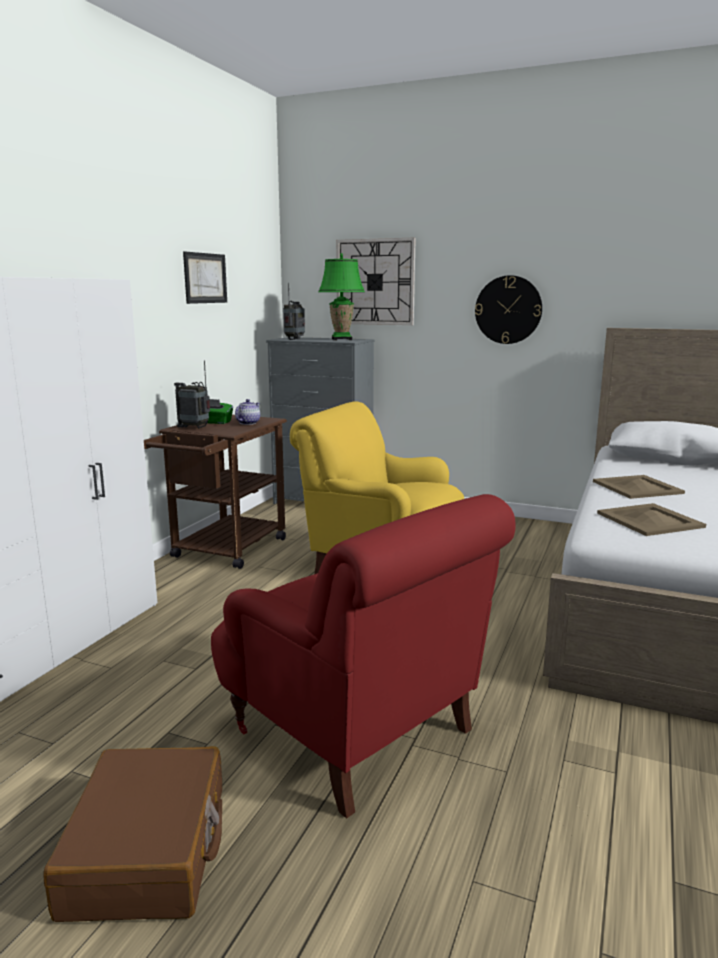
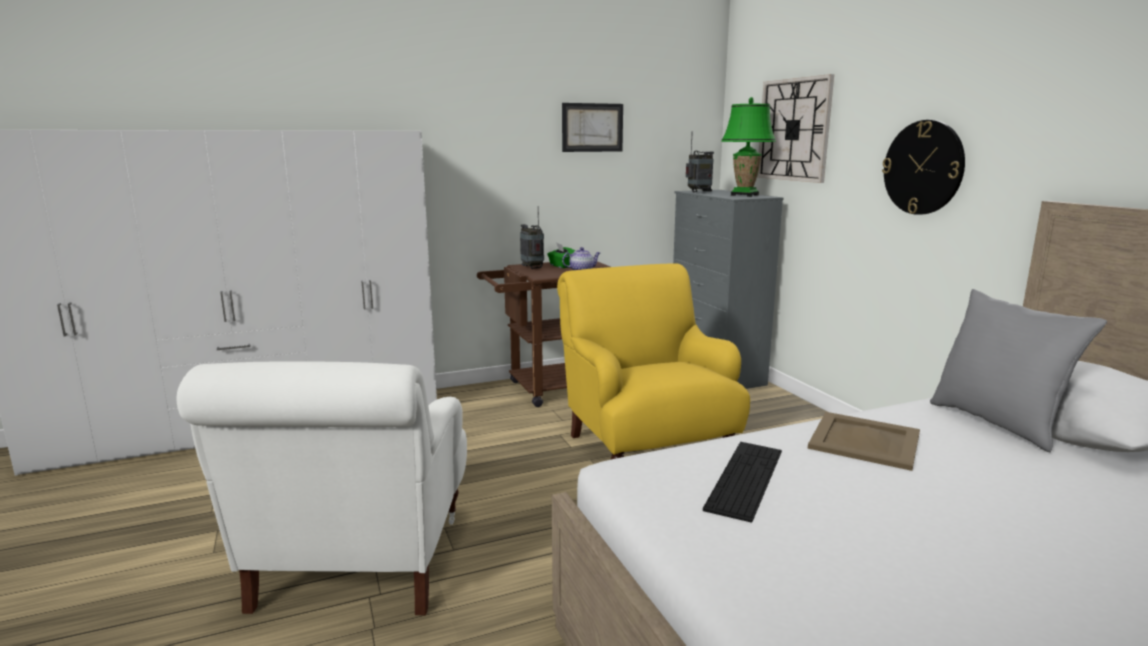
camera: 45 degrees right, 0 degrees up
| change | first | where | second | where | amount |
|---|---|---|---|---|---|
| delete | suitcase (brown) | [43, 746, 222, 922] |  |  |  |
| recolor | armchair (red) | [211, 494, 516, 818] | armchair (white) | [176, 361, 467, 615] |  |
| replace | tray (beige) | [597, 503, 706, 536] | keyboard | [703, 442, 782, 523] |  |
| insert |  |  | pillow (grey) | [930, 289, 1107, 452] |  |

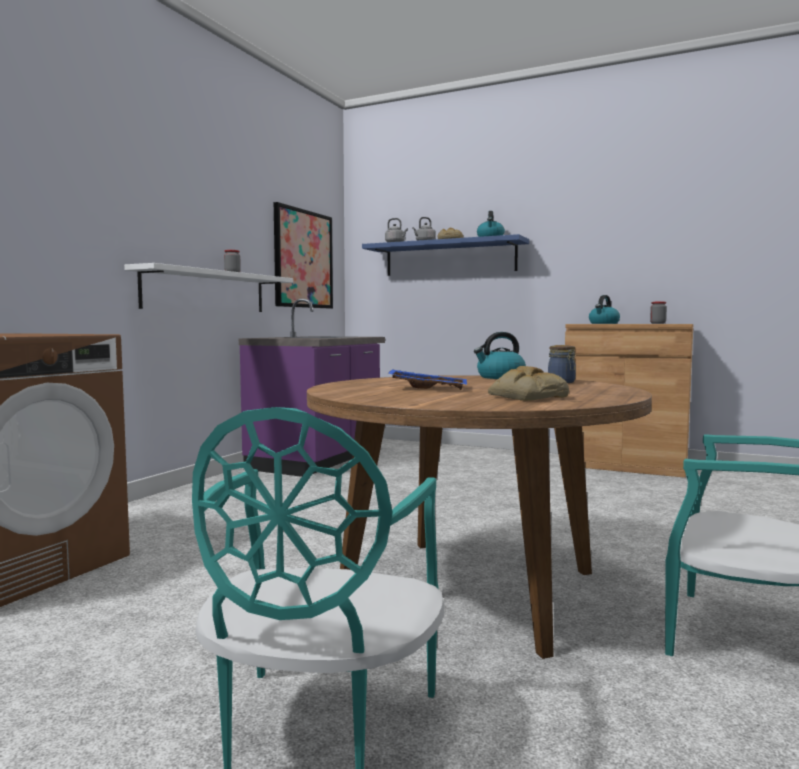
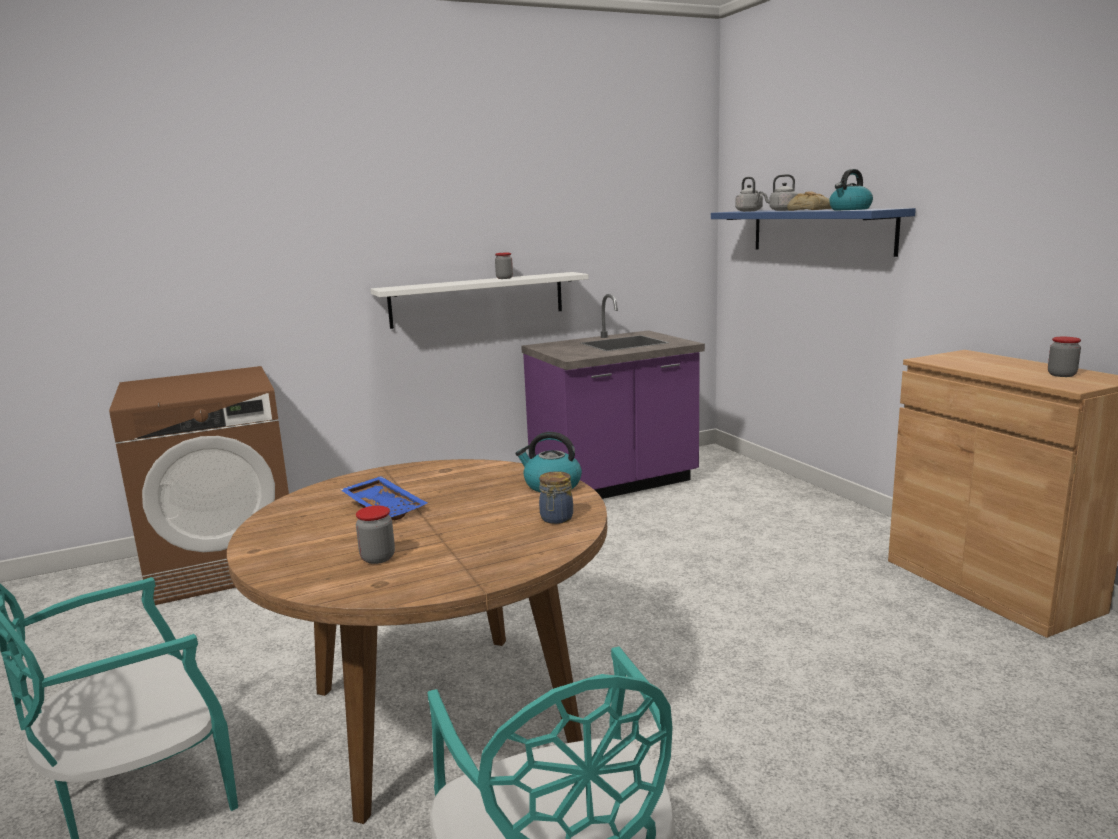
camera: 40 degrees right, 10 degrees up
| change | first | where | second | where | amount |
|---|---|---|---|---|---|
| delete | picture | [274, 202, 333, 309] |  |  |  |
| replace | bread | [488, 366, 569, 401] | jar | [356, 505, 395, 564] |  |
| delete | kettle | [589, 295, 620, 324] |  |  |  |

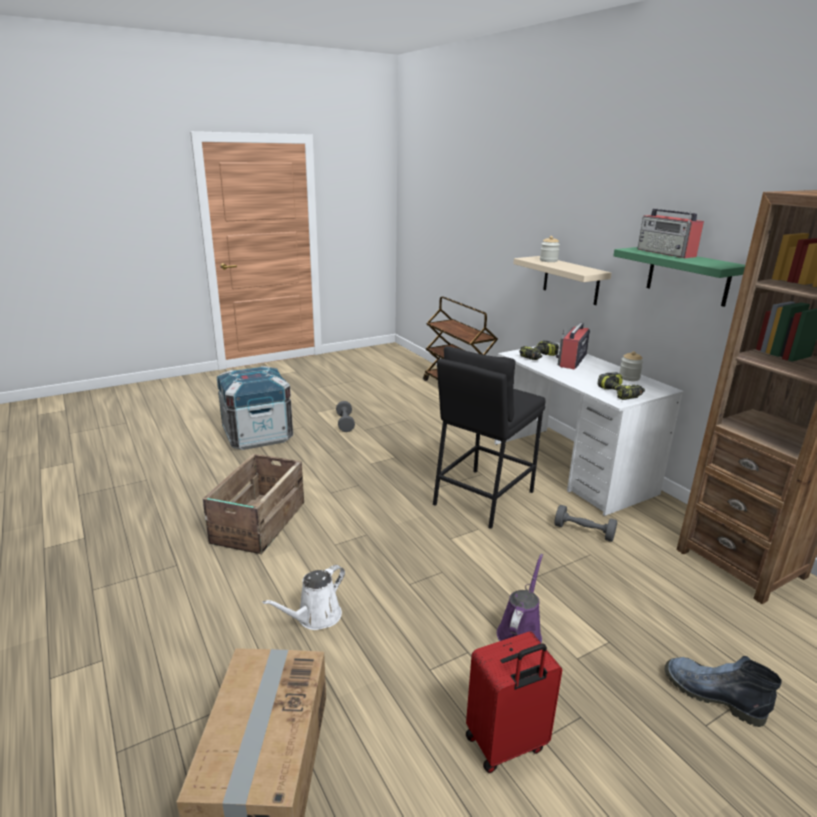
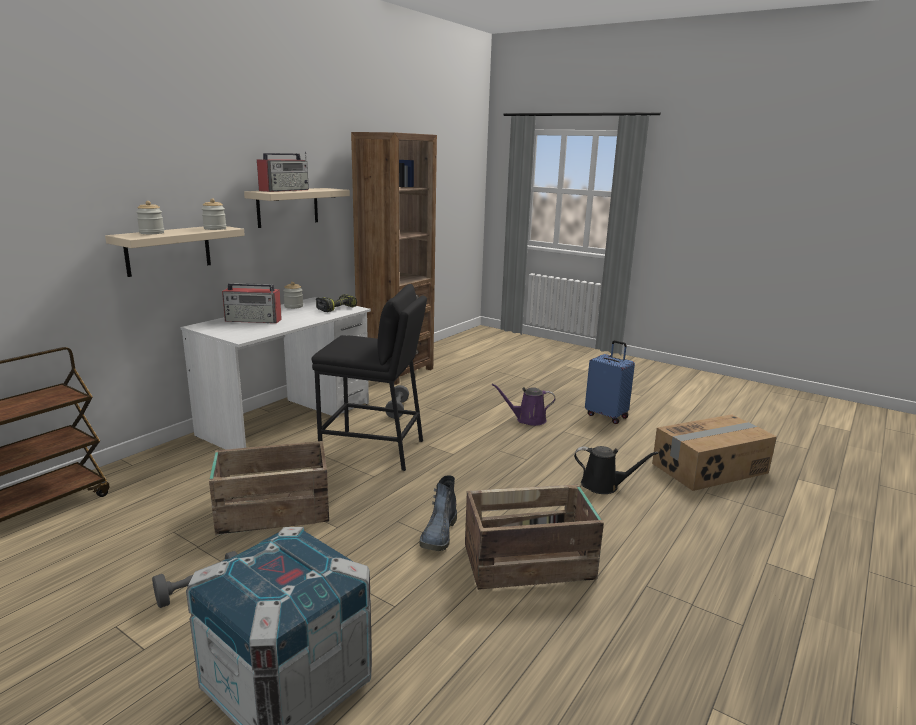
camera: 115 degrees left, 5 degrees down
| change | first | where | second | where | amount |
|---|---|---|---|---|---|
| recolor | watering can (white) | [262, 565, 345, 630] | watering can (black) | [574, 446, 659, 494] |  |
| recolor | suitcase (red) | [466, 631, 562, 773] | suitcase (blue) | [585, 340, 635, 424] |  |
| delete | power drill | [519, 340, 559, 360] |  |  |  |
| recolor | shelf (green) | [613, 247, 745, 307] | shelf (beige) | [244, 188, 350, 228] |  |
| move | boot | [665, 656, 782, 727] |  | [419, 475, 457, 551] |  |
| insert |  |  | jar | [202, 198, 226, 230] |  |
| insert |  |  | crate | [209, 441, 329, 535] |  |

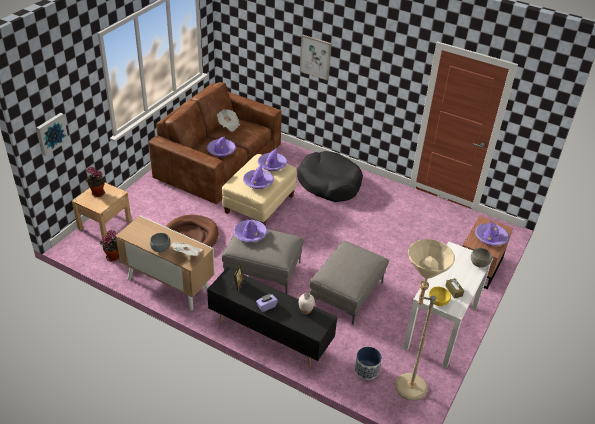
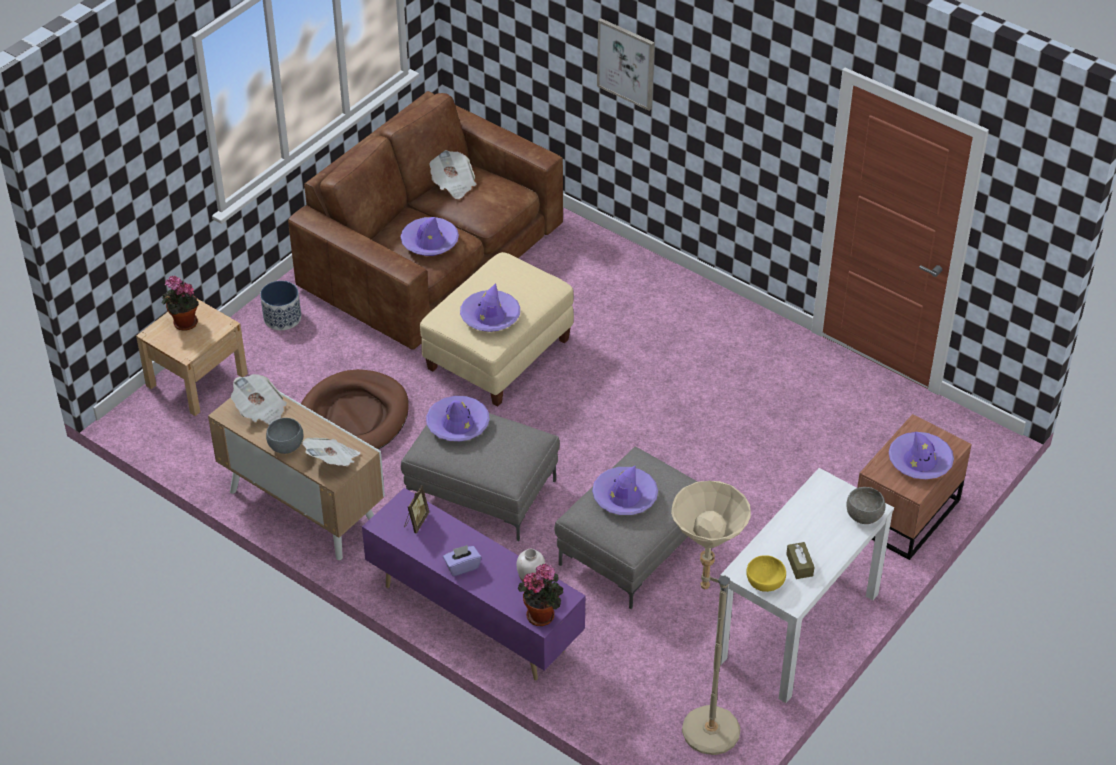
camera: 10 degrees right, 5 degrees up
| change | first | where | second | where | amount |
|---|---|---|---|---|---|
| delete | picture | [36, 113, 69, 156] |  |  |  |
| move | potted plant | [100, 230, 119, 261] |  | [518, 563, 563, 626] |  |
| recolor | tv stand (black) | [207, 267, 337, 367] | tv stand (purple) | [362, 488, 585, 681] |  |
| move | hat (purple) | [258, 148, 287, 171] |  | [592, 466, 658, 515] |  |
| delete | dog bed (black) | [297, 151, 363, 202] |  |  |  |
| move | planter | [355, 347, 382, 380] |  | [260, 281, 301, 330] |  |
| insert |  |  | newspaper | [231, 374, 287, 425] |  |

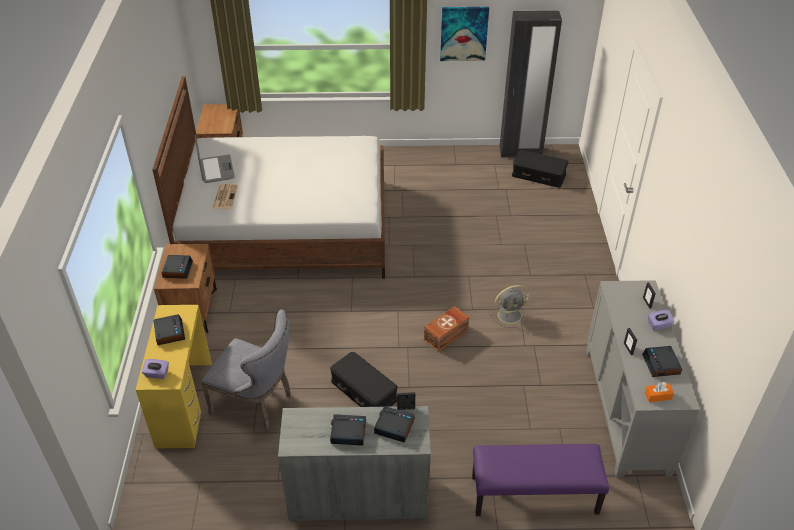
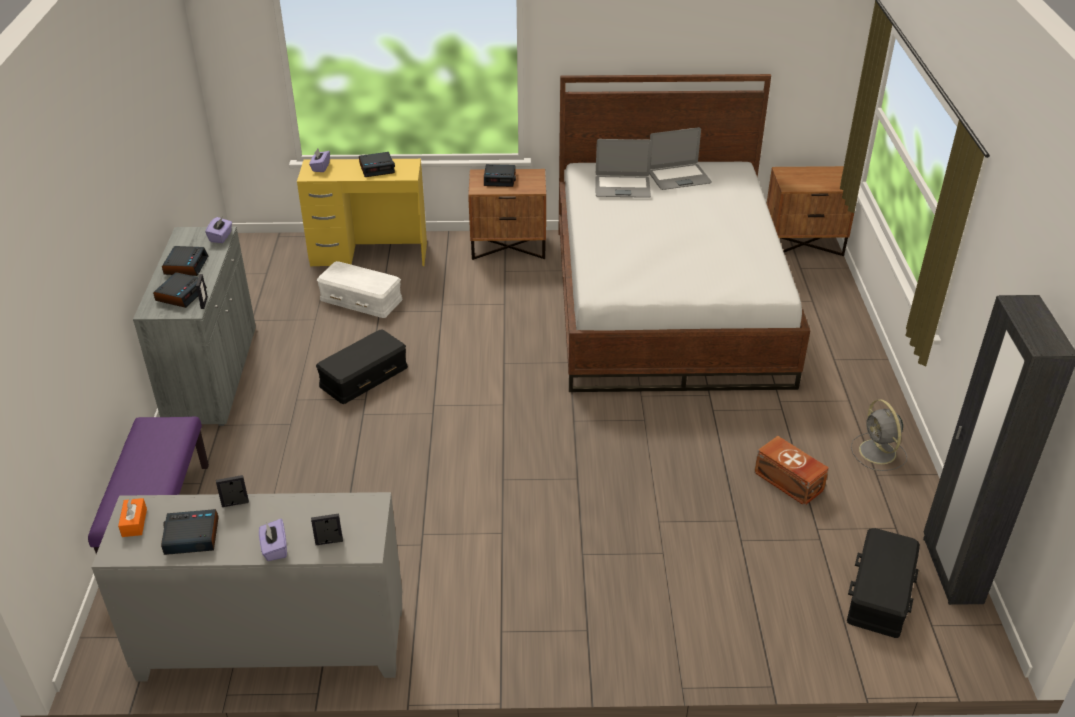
camera: 90 degrees right, 5 degrees down
| change | first | where | second | where | amount |
|---|---|---|---|---|---|
| replace | chair (grey) | [201, 310, 291, 430] | storage box (white) | [317, 261, 402, 318] |  |
| replace | newspaper | [212, 184, 238, 209] | laptop | [595, 139, 652, 198] |  |
| move | storage box (brown) | [424, 306, 469, 352] |  | [754, 436, 829, 506] |  |
| delete | picture | [440, 7, 489, 61] |  |  |  |
| move | fan (grey) | [490, 285, 529, 328] |  | [851, 399, 907, 471] |  |
| insert |  |  | tissue box (purple) | [205, 217, 232, 243] |  |

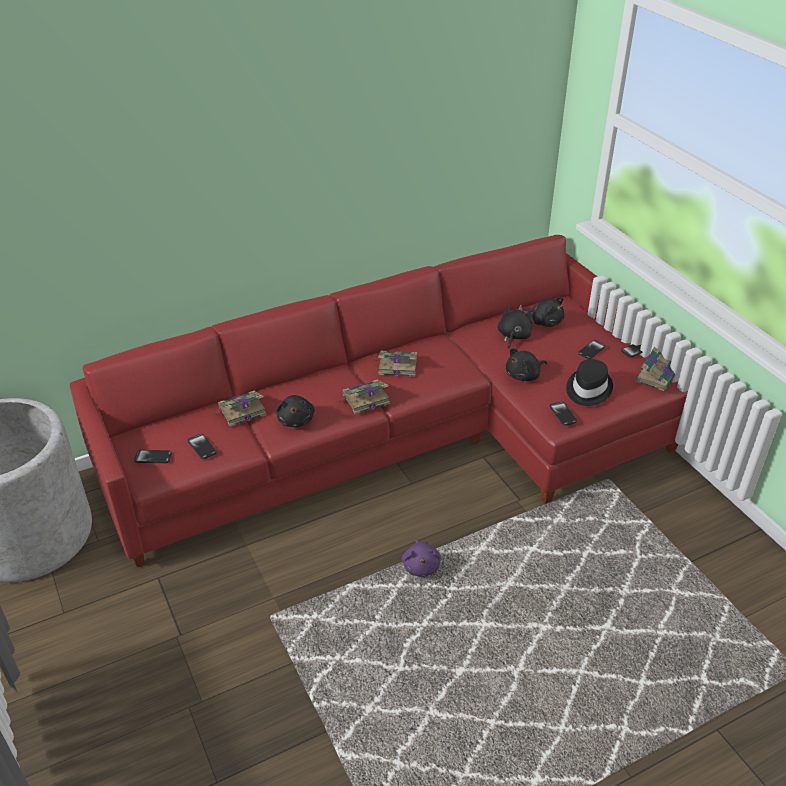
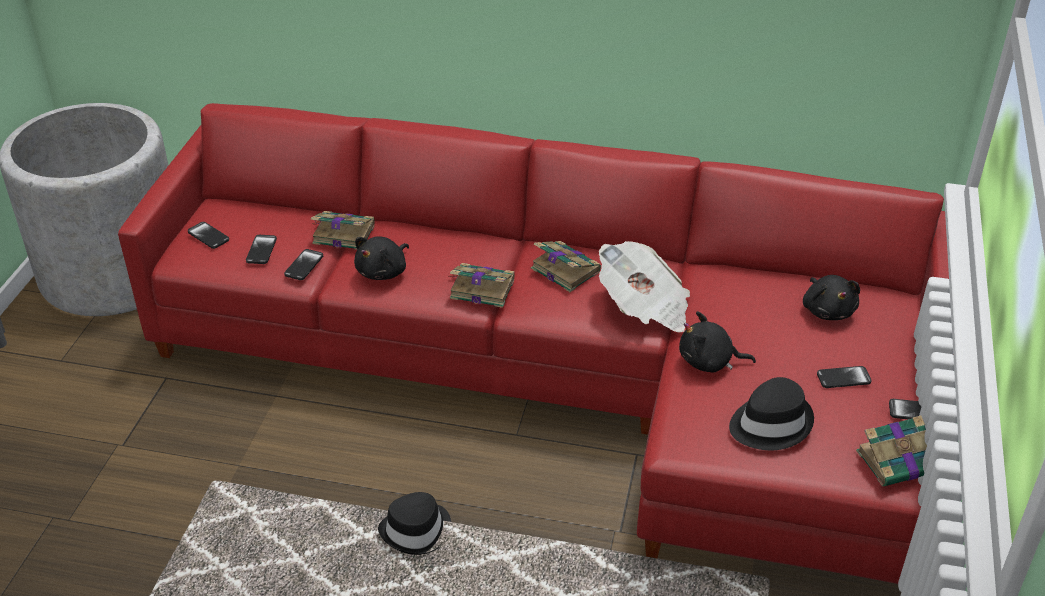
camera: 40 degrees right, 0 degrees up
| change | first | where | second | where | amount |
|---|---|---|---|---|---|
| replace | plush toy (purple) | [402, 539, 441, 577] | hat (black) | [378, 492, 451, 555] |  |
| delete | plush toy (black) | [498, 305, 533, 349] |  |  |  |
| move | phone | [550, 402, 577, 426] |  | [284, 249, 323, 280] |  |
| insert |  |  | newspaper | [599, 241, 690, 333] |  |

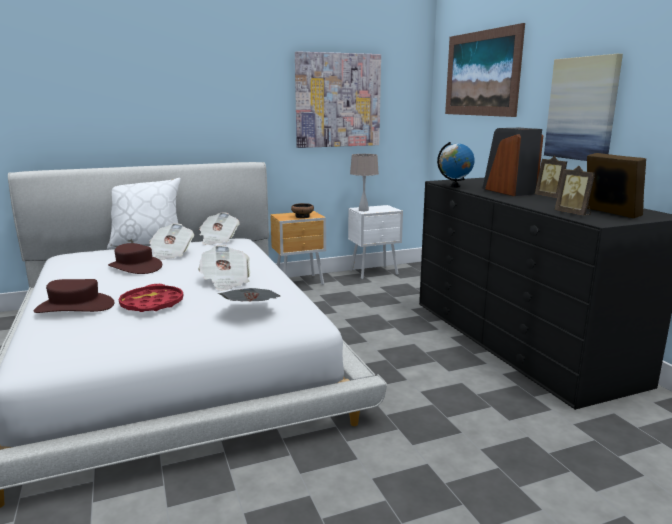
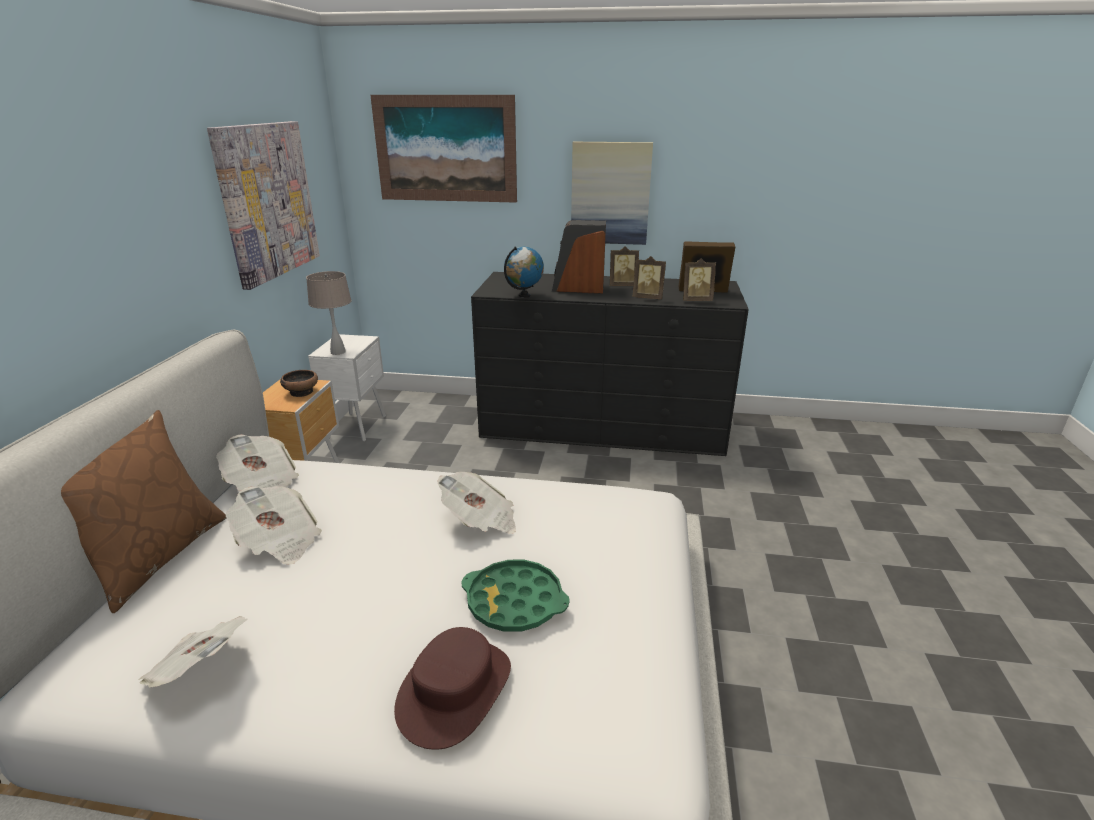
camera: 60 degrees left, 10 degrees up
| change | first | where | second | where | amount |
|---|---|---|---|---|---|
| recolor | pillow (white) | [107, 178, 181, 249] | pillow (brown) | [61, 410, 227, 613] |  |
| delete | hat (brown) | [108, 243, 162, 274] |  |  |  |
| recolor | tray (red) | [119, 284, 184, 312] | tray (green) | [462, 560, 570, 632] |  |
| move | newspaper | [217, 288, 280, 302] |  | [138, 616, 247, 688] |  |
| insert |  |  | picture frame | [633, 256, 666, 299] |  |

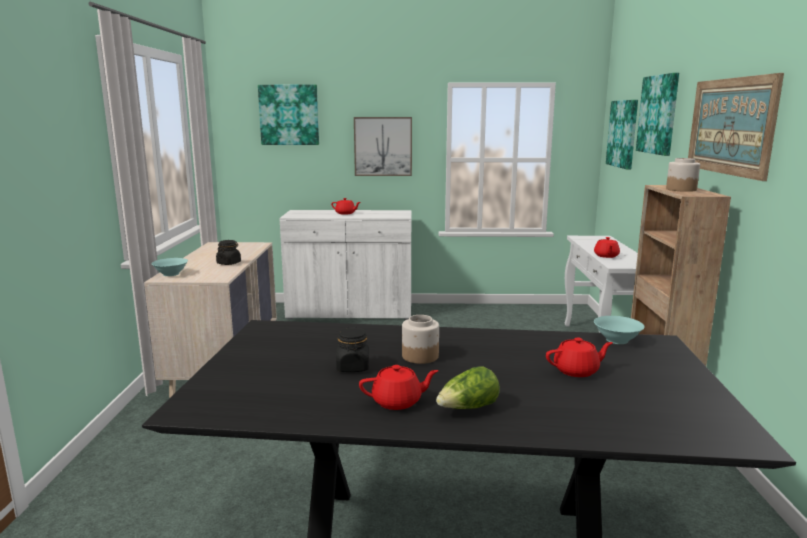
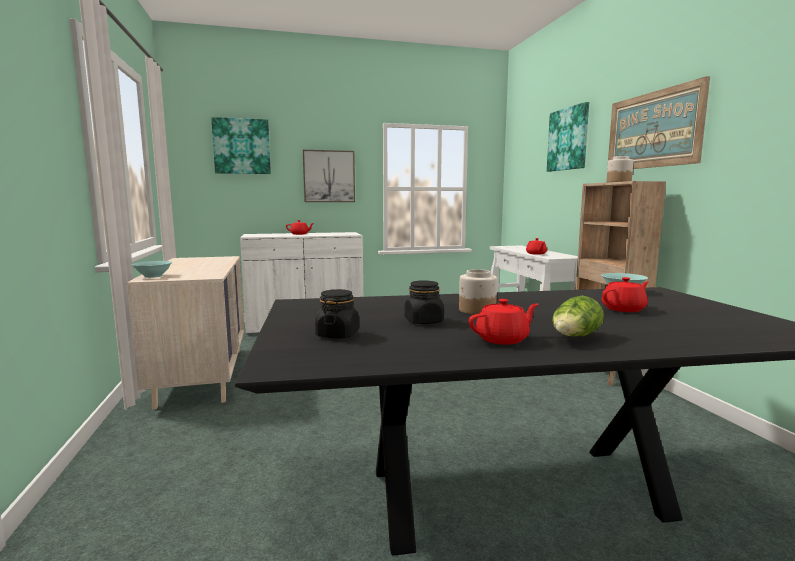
camera: 15 degrees left, 5 degrees down
| change | first | where | second | where | amount |
|---|---|---|---|---|---|
| move | jar (black) | [216, 240, 241, 265] |  | [315, 289, 359, 338] |  |
| delete | picture | [606, 100, 638, 170] |  |  |  |

